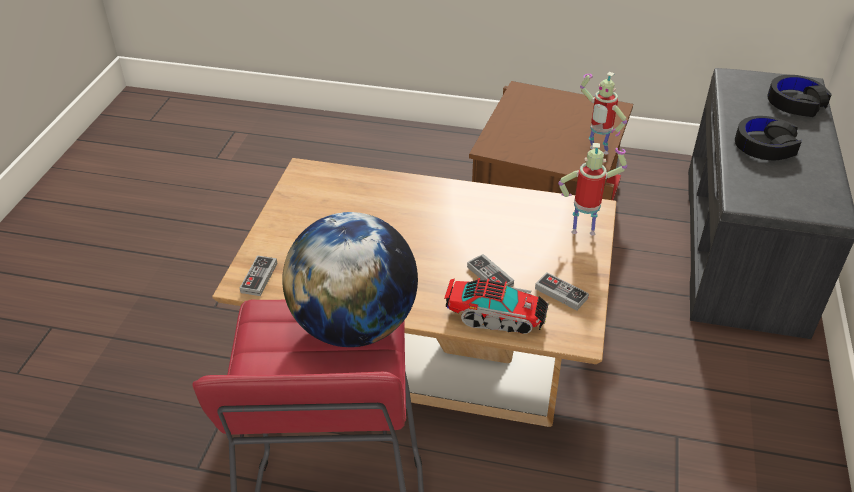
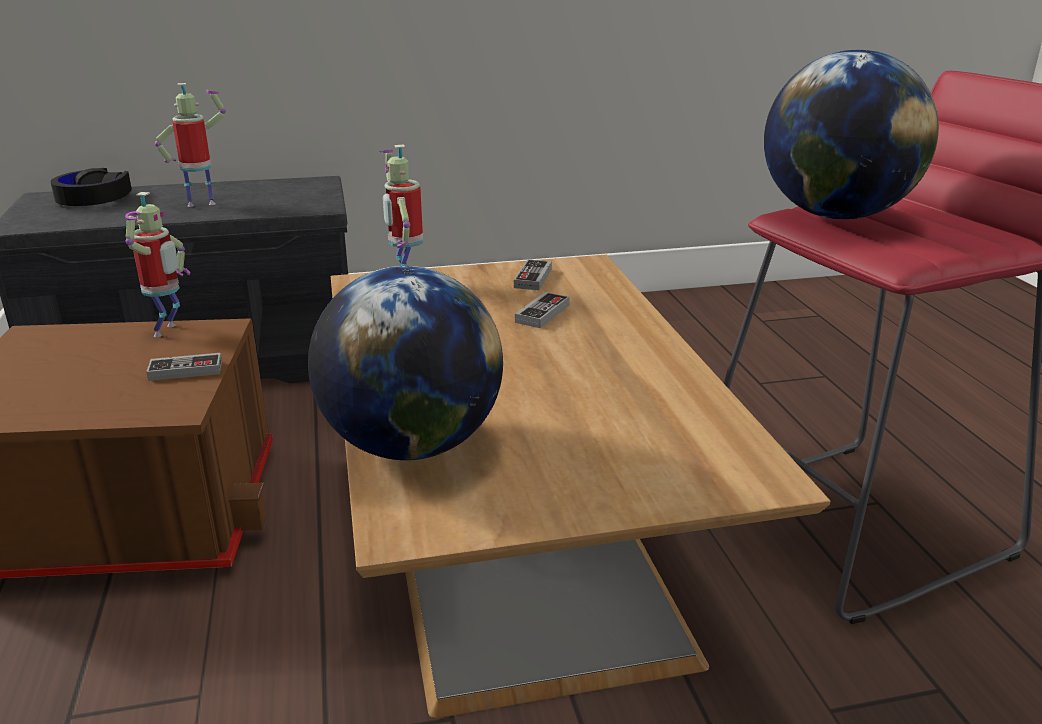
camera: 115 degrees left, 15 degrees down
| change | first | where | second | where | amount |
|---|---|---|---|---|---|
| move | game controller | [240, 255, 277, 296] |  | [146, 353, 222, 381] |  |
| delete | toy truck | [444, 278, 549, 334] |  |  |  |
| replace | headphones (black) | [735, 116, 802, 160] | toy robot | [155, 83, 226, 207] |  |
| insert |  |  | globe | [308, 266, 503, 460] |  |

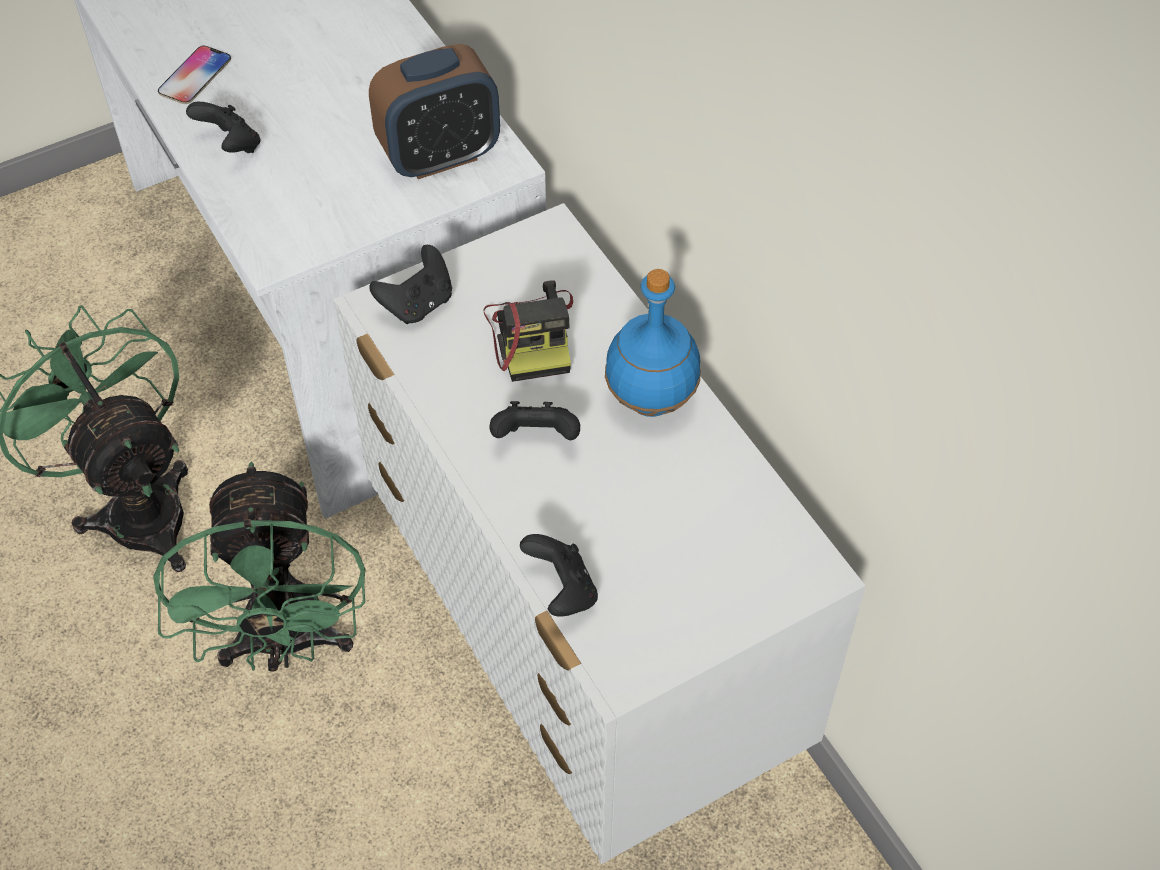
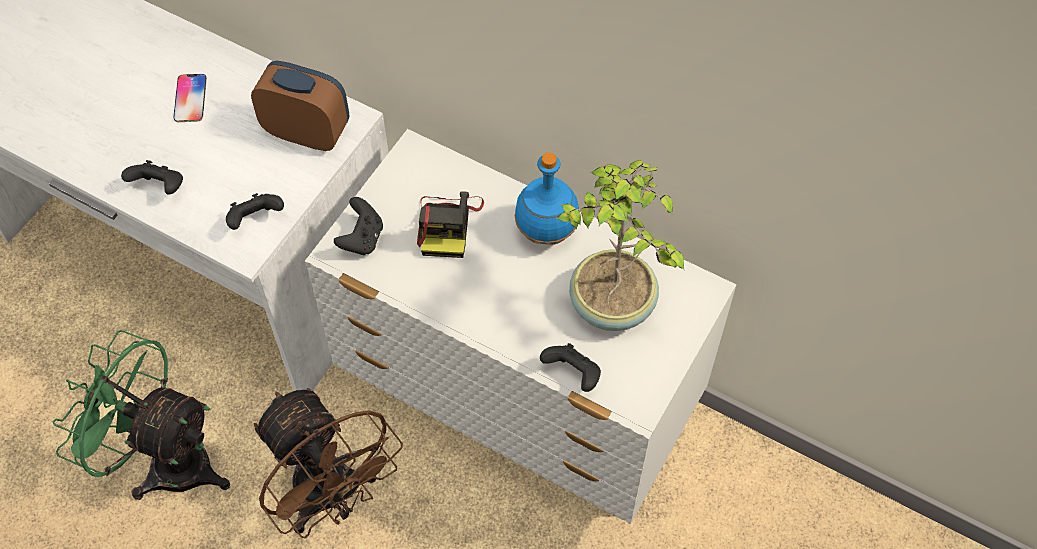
camera: 30 degrees left, 5 degrees up
| change | first | where | second | where | amount |
|---|---|---|---|---|---|
| recolor | fan (green) | [153, 462, 365, 672] | fan (brown) | [254, 388, 403, 538] |  |
| move | phone | [158, 46, 231, 104] |  | [173, 74, 207, 122] |  |
| rotate | alarm clock | [369, 44, 500, 179] |  | [251, 61, 349, 151] | 105 degrees counterclockwise |
| rotate | photo camera | [484, 280, 573, 382] |  | [417, 191, 484, 258] | 45 degrees clockwise |
| move | game controller (black) | [490, 401, 580, 440] |  | [226, 193, 284, 230] |  |
| insert |  |  | potted plant | [557, 160, 684, 331] |  |

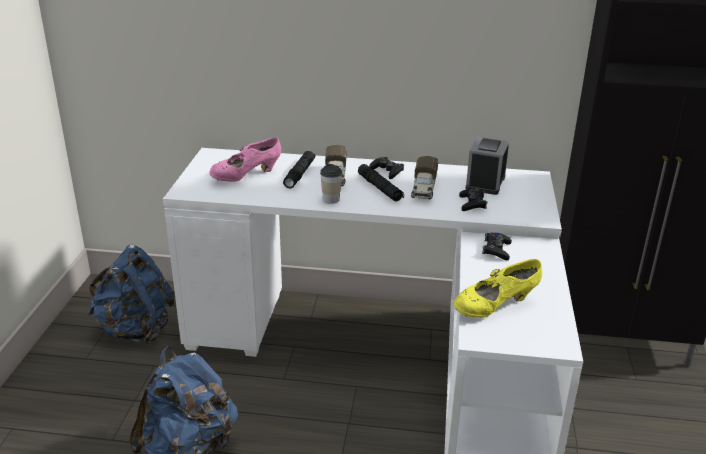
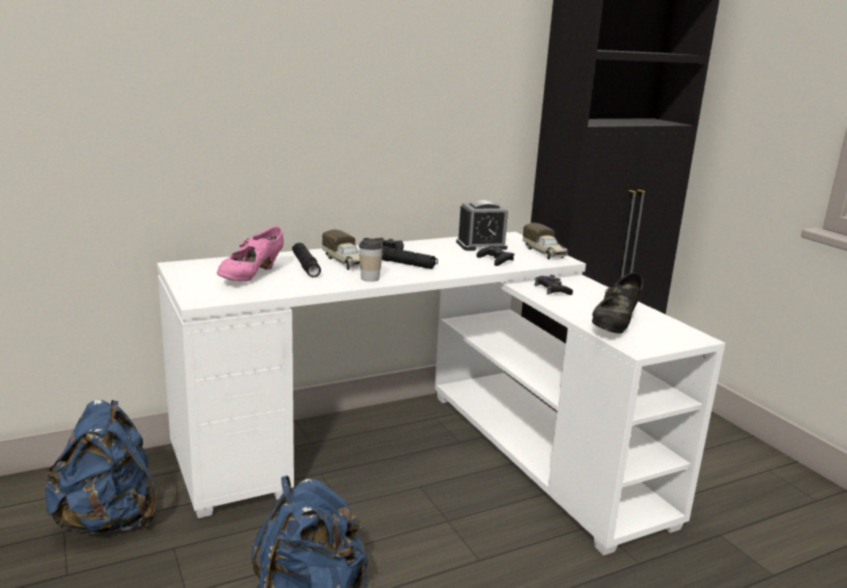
camera: 35 degrees left, 10 degrees down
| change | first | where | second | where | amount |
|---|---|---|---|---|---|
| move | toy truck | [411, 156, 438, 200] |  | [523, 223, 568, 259] |  |
| recolor | shoe (yellow) | [454, 259, 542, 318] | shoe (black) | [592, 272, 644, 333] |  |
| rotate | alarm clock | [466, 137, 509, 195] |  | [456, 200, 508, 251] | 90 degrees counterclockwise |

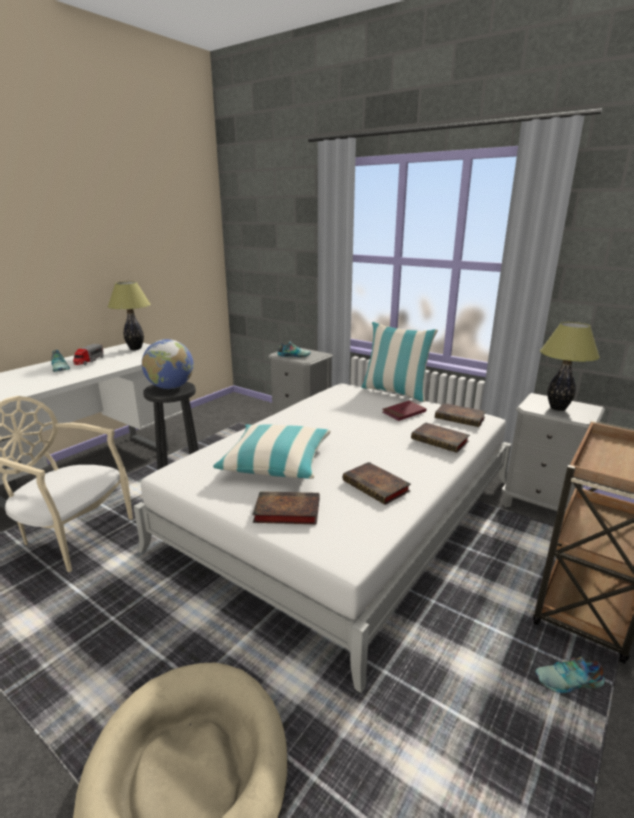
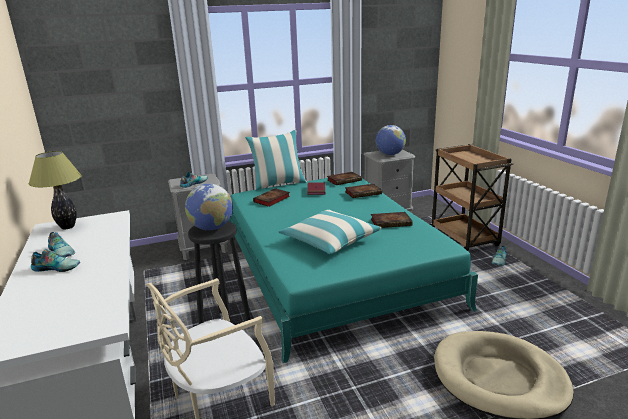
camera: 55 degrees left, 0 degrees up
| change | first | where | second | where | amount |
|---|---|---|---|---|---|
| replace | toy truck | [73, 344, 104, 365] | shoe | [48, 232, 75, 257] |  |
| recolor | bed (white) | [133, 384, 512, 693] | bed (turquoise) | [229, 178, 478, 363] |  |
| move | book | [252, 491, 319, 525] |  | [253, 188, 290, 207] |  |
| replace | table lamp | [540, 322, 600, 411] | globe | [375, 125, 406, 155] |  |

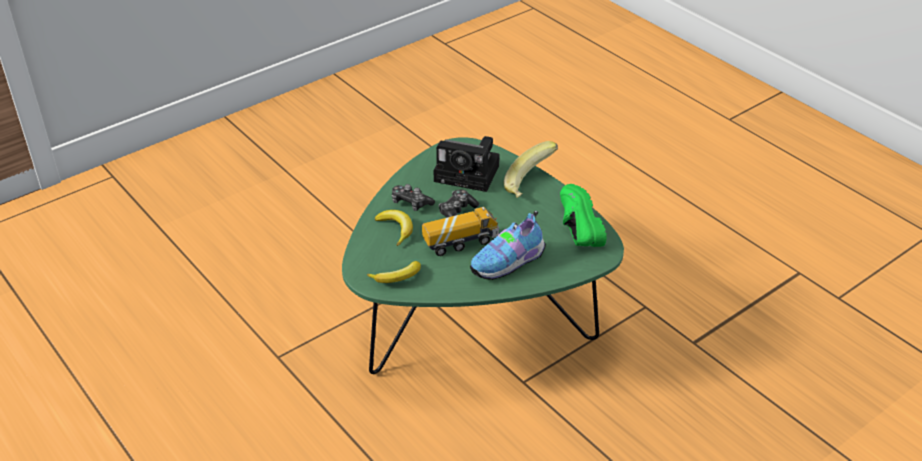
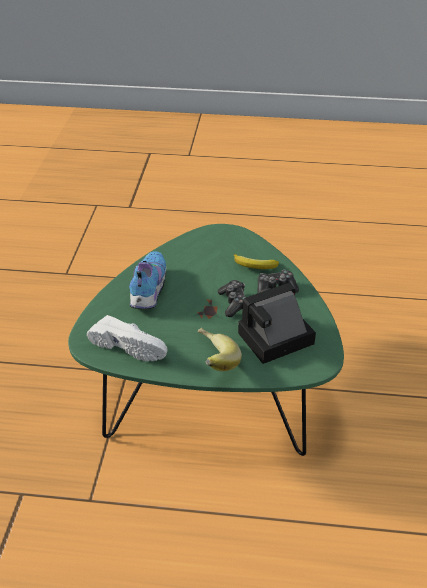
camera: 135 degrees right, 0 degrees up
| change | first | where | second | where | amount |
|---|---|---|---|---|---|
| delete | banana | [367, 261, 421, 283] |  |  |  |
| delete | toy truck | [422, 207, 499, 256] |  |  |  |
| recolor | shoe (green) | [560, 184, 607, 247] | shoe (white) | [87, 315, 167, 362] |  |

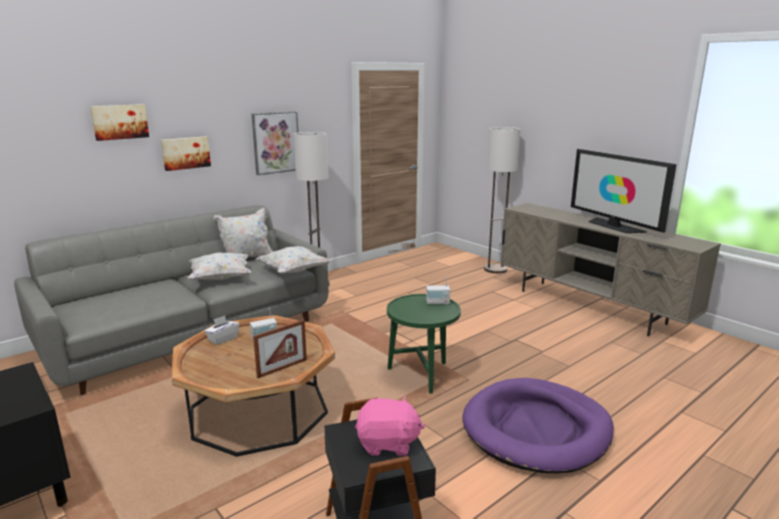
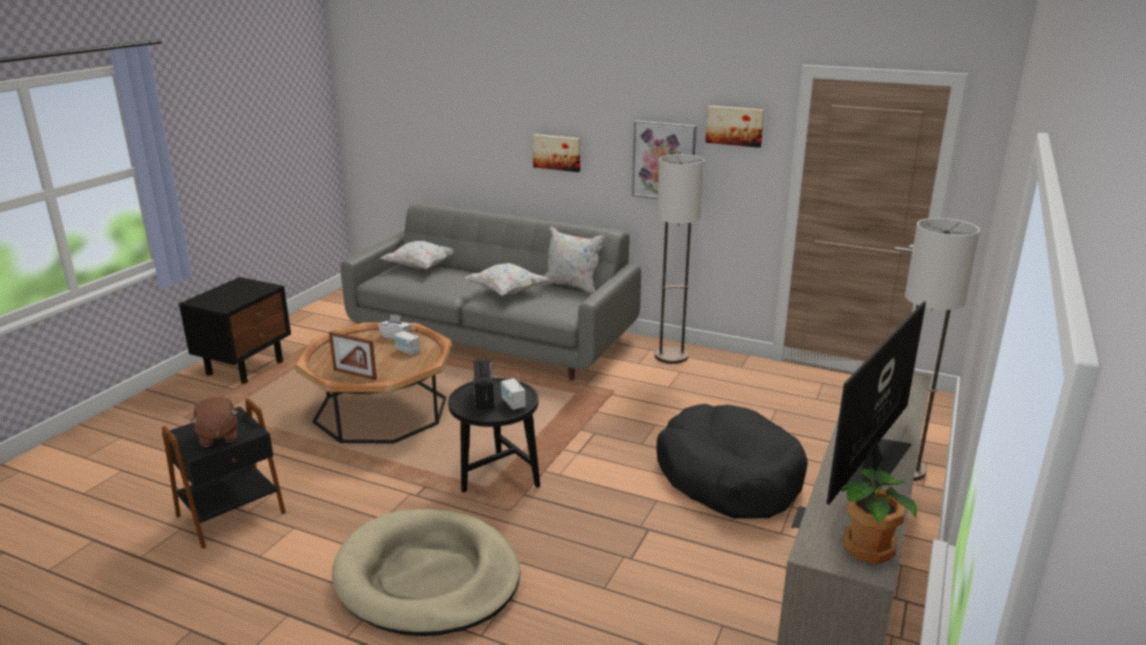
camera: 65 degrees right, 5 degrees up
| change | first | where | second | where | amount |
|---|---|---|---|---|---|
| move | picture | [90, 104, 149, 141] |  | [705, 105, 764, 148] |  |
| move | pillow (white) | [256, 246, 331, 274] |  | [380, 241, 454, 270] |  |
| recolor | plush toy (pink) | [355, 396, 425, 456] | plush toy (brown) | [190, 397, 238, 447] |  |
| recolor | side table (green) | [387, 294, 461, 394] | side table (black) | [448, 378, 540, 493] |  |
| recolor | dog bed (purple) | [462, 378, 614, 473] | dog bed (beige) | [332, 509, 521, 636] |  |
| insert |  |  | radio | [473, 359, 494, 410] |  |
| insert |  |  | dog bed (black) | [656, 404, 808, 519] |  |
| insert |  |  | potted plant | [842, 468, 917, 564] |  |

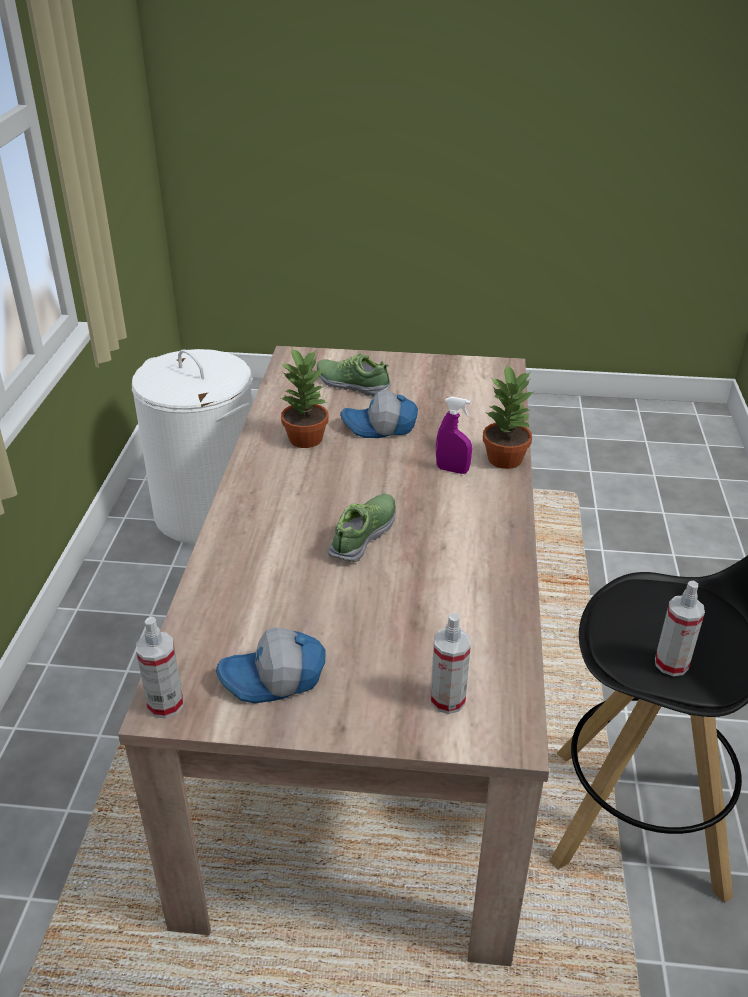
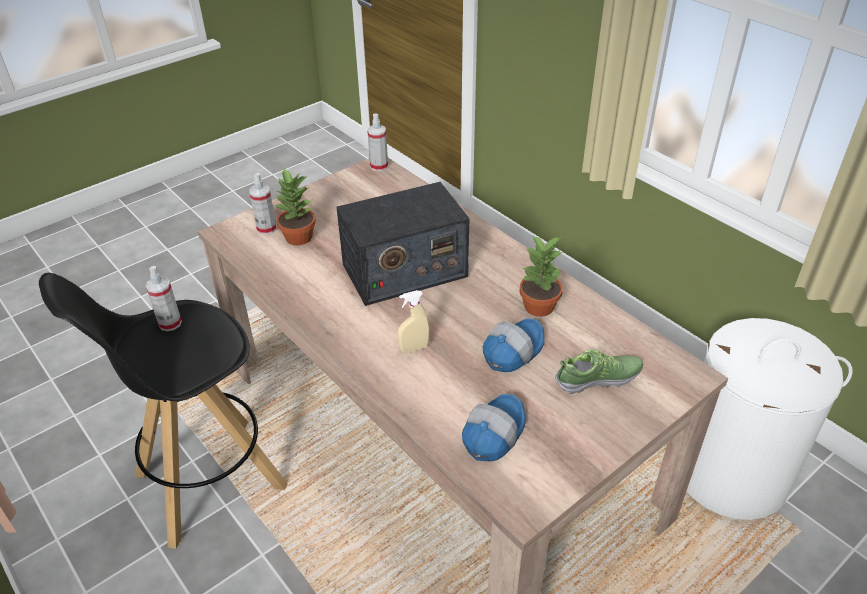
camera: 135 degrees right, 5 degrees up
| change | first | where | second | where | amount |
|---|---|---|---|---|---|
| move | cap | [216, 627, 326, 703] |  | [462, 394, 526, 461] |  |
| replace | shoe | [328, 494, 396, 562] | radio | [336, 182, 469, 306] |  |
| recolor | spray bottle (purple) | [436, 396, 472, 474] | spray bottle (beige) | [398, 290, 430, 354] |  |
| move | potted plant | [483, 363, 535, 469] |  | [274, 168, 316, 246] |  |

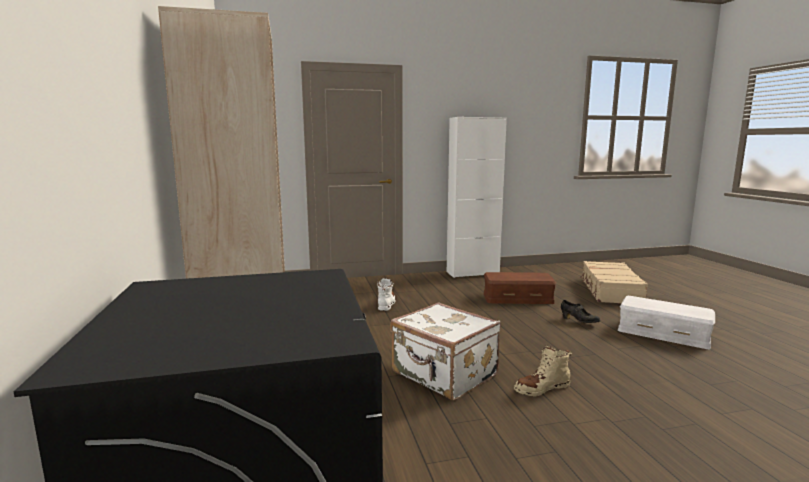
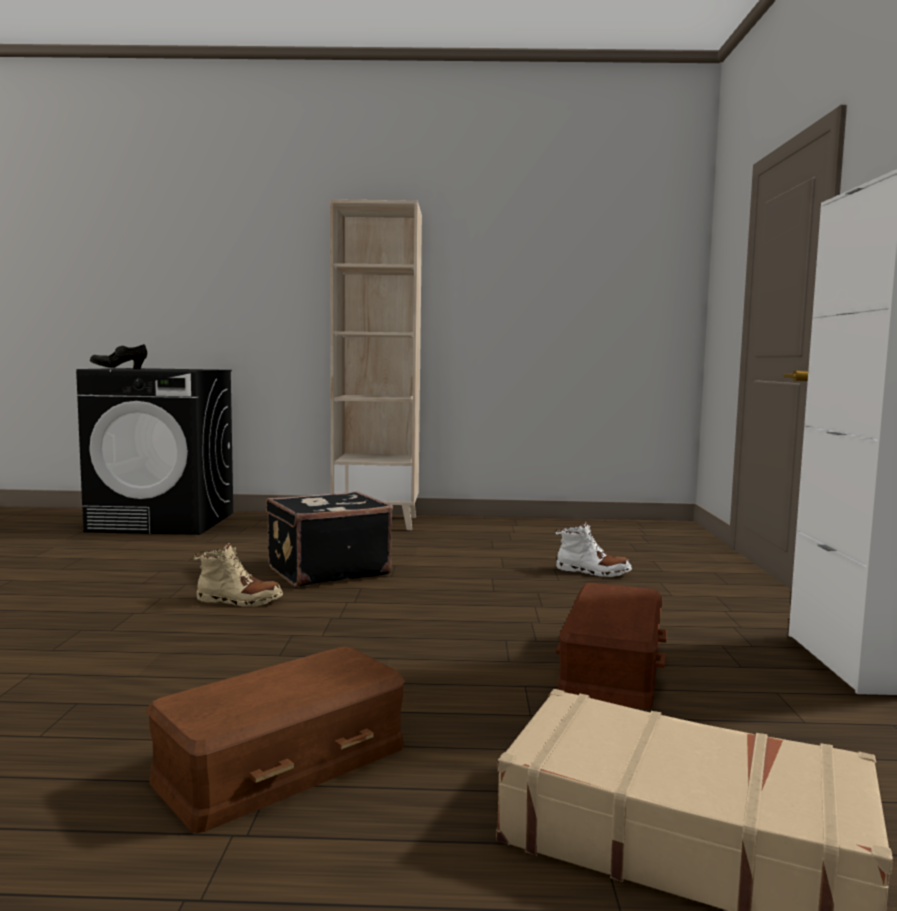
camera: 105 degrees right, 5 degrees down
| change | first | where | second | where | amount |
|---|---|---|---|---|---|
| recolor | suitcase (white) | [390, 302, 501, 400] | suitcase (black) | [266, 491, 393, 587] |  |
| rotate | boot (beige) | [514, 345, 572, 397] |  | [193, 543, 283, 607] | 105 degrees clockwise |
| move | shoe (black) | [561, 300, 600, 323] |  | [90, 344, 147, 369] |  |
| recolor | storage box (white) | [618, 296, 715, 349] | storage box (brown) | [146, 646, 405, 833] |  |

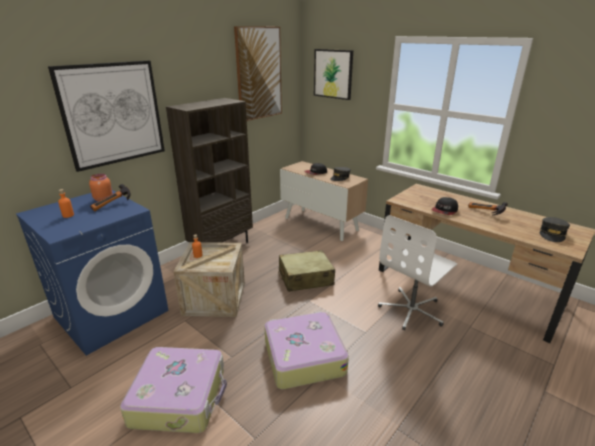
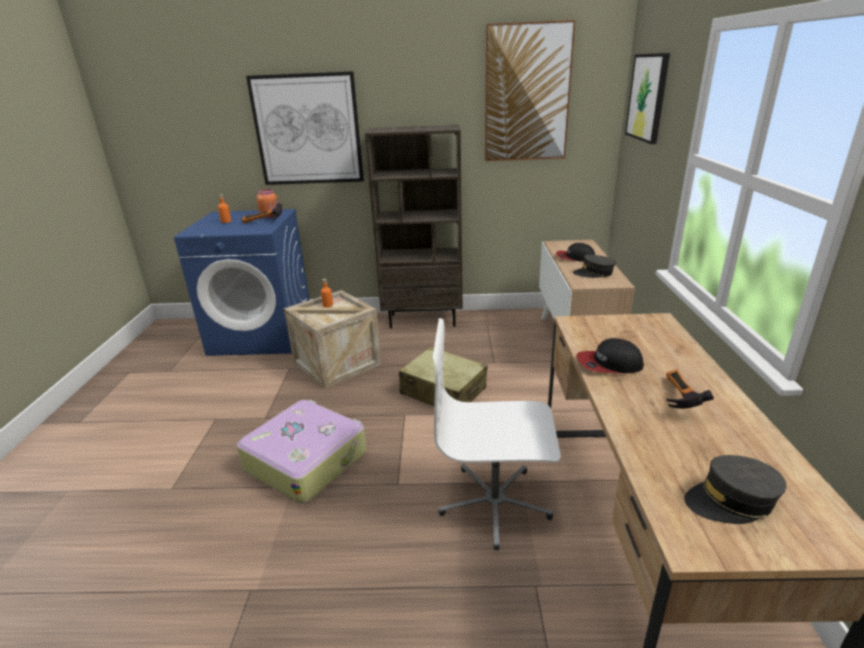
camera: 50 degrees right, 0 degrees up
| change | first | where | second | where | amount |
|---|---|---|---|---|---|
| delete | suitcase | [120, 347, 227, 433] |  |  |  |

